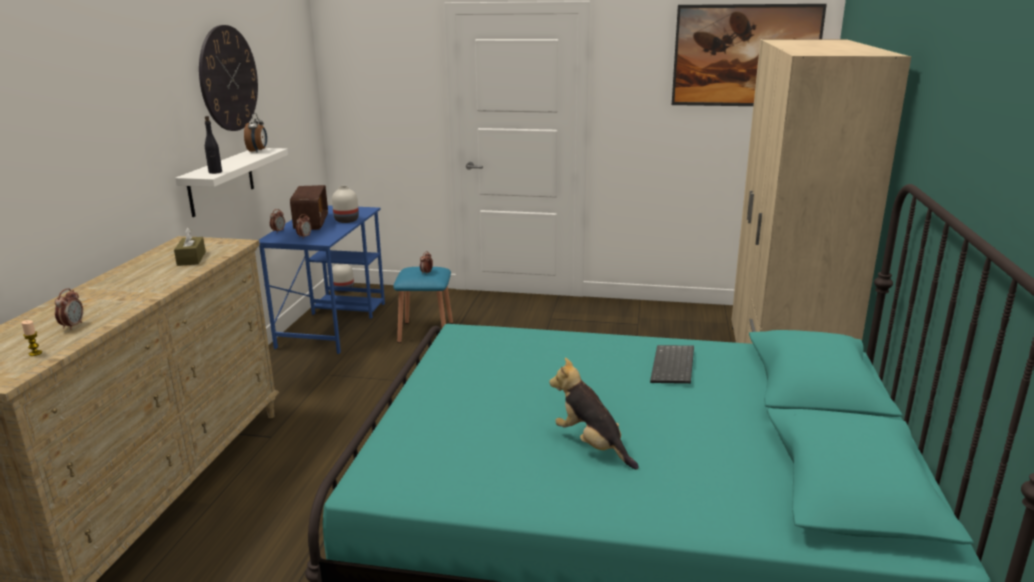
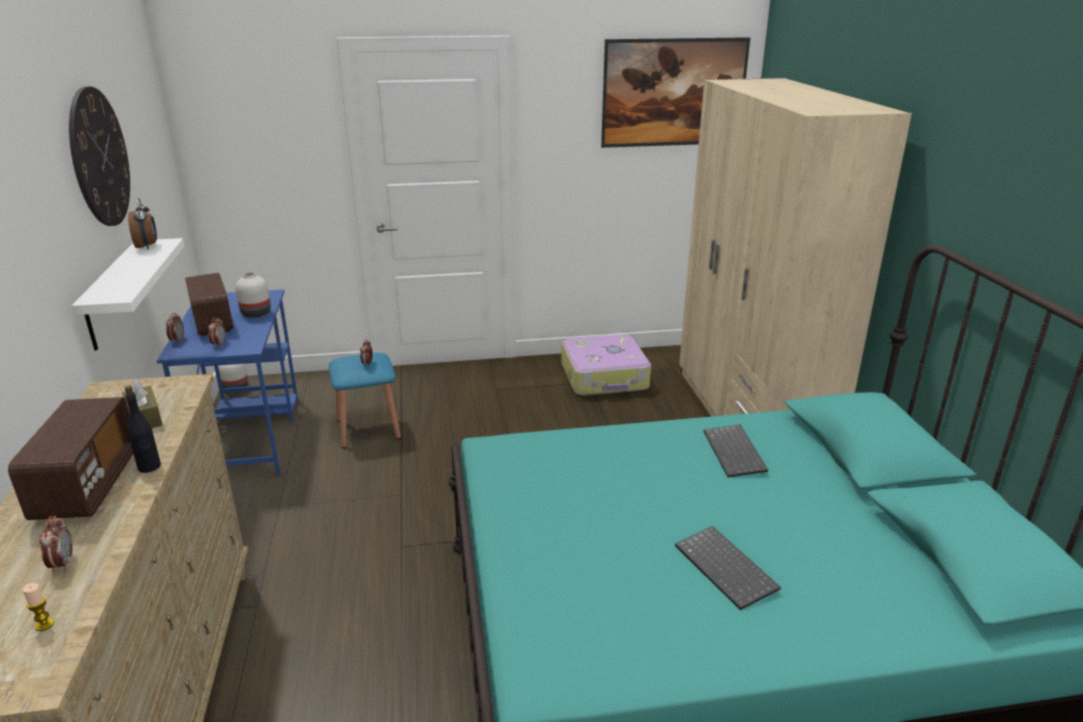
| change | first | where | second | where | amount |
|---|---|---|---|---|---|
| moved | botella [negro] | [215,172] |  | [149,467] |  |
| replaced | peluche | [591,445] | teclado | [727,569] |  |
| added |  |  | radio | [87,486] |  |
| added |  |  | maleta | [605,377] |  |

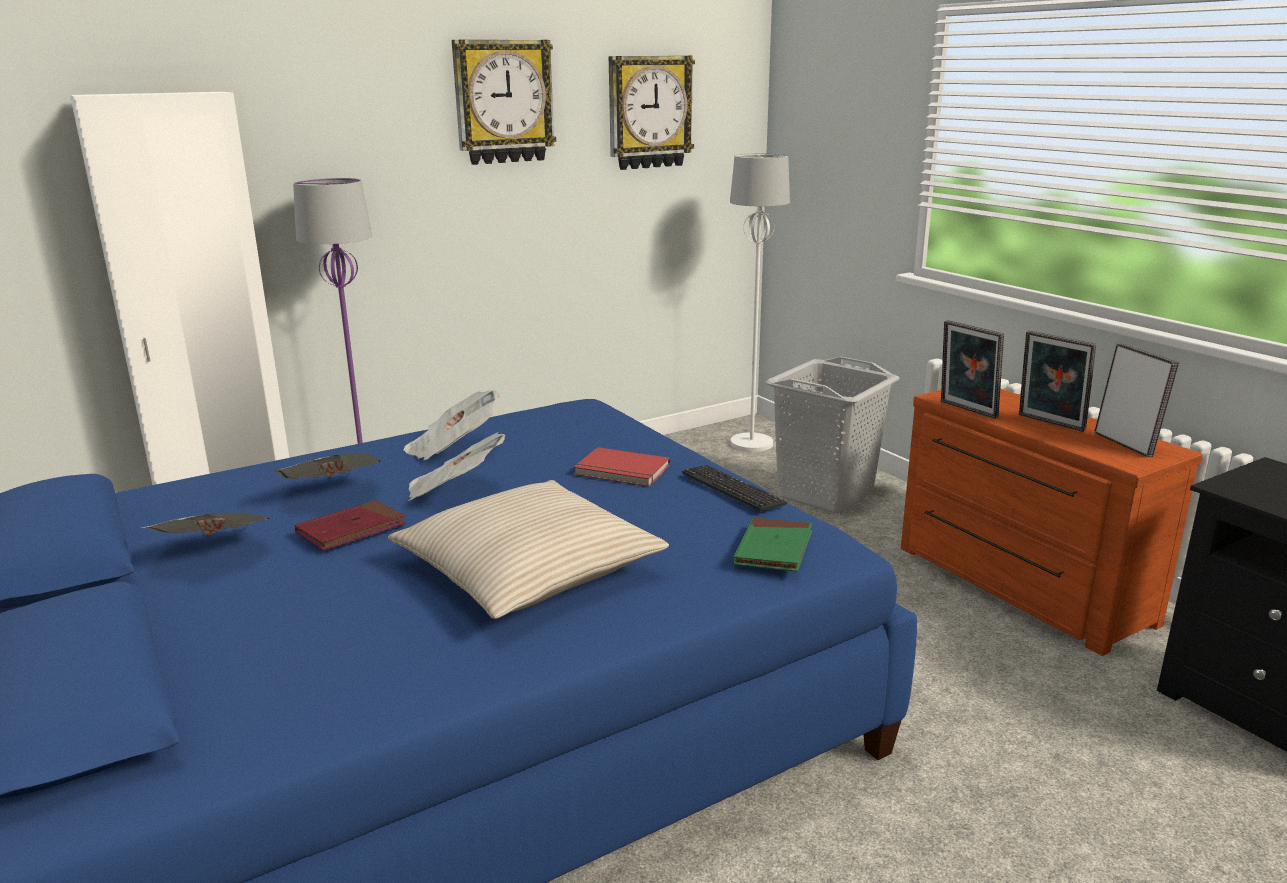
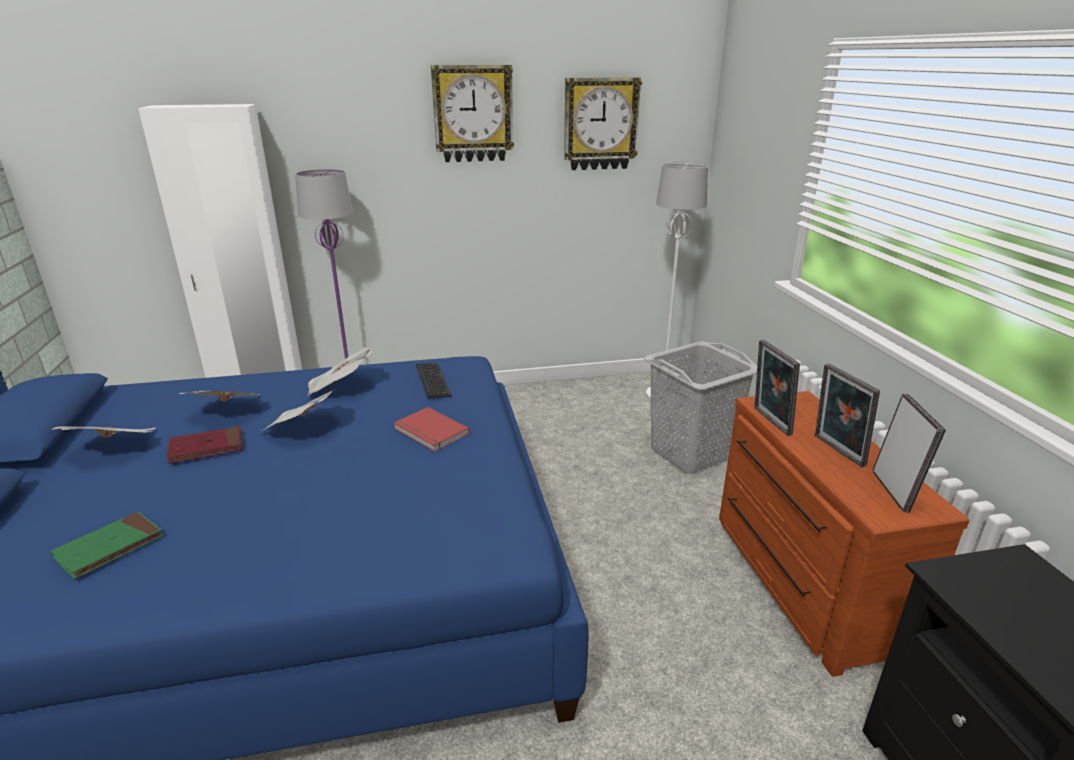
| change | first | where | second | where | amount |
|---|---|---|---|---|---|
| removed | cojín [beis] | [528,569] |  |  |  |
| moved | teclado | [732,490] |  | [433,381] |  |
| moved | libro [verde] | [773,549] |  | [110,547] |  |

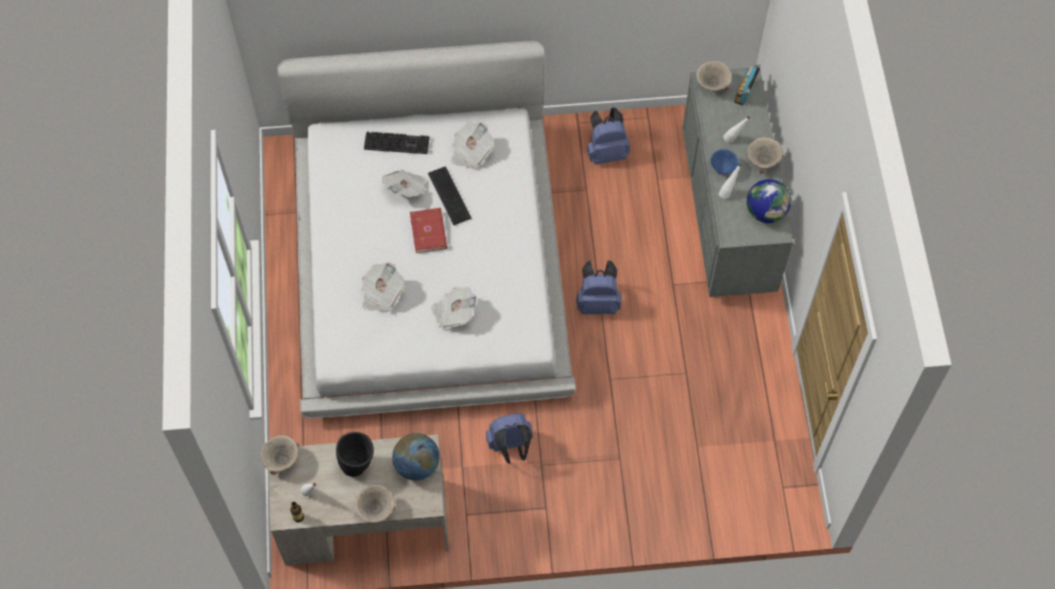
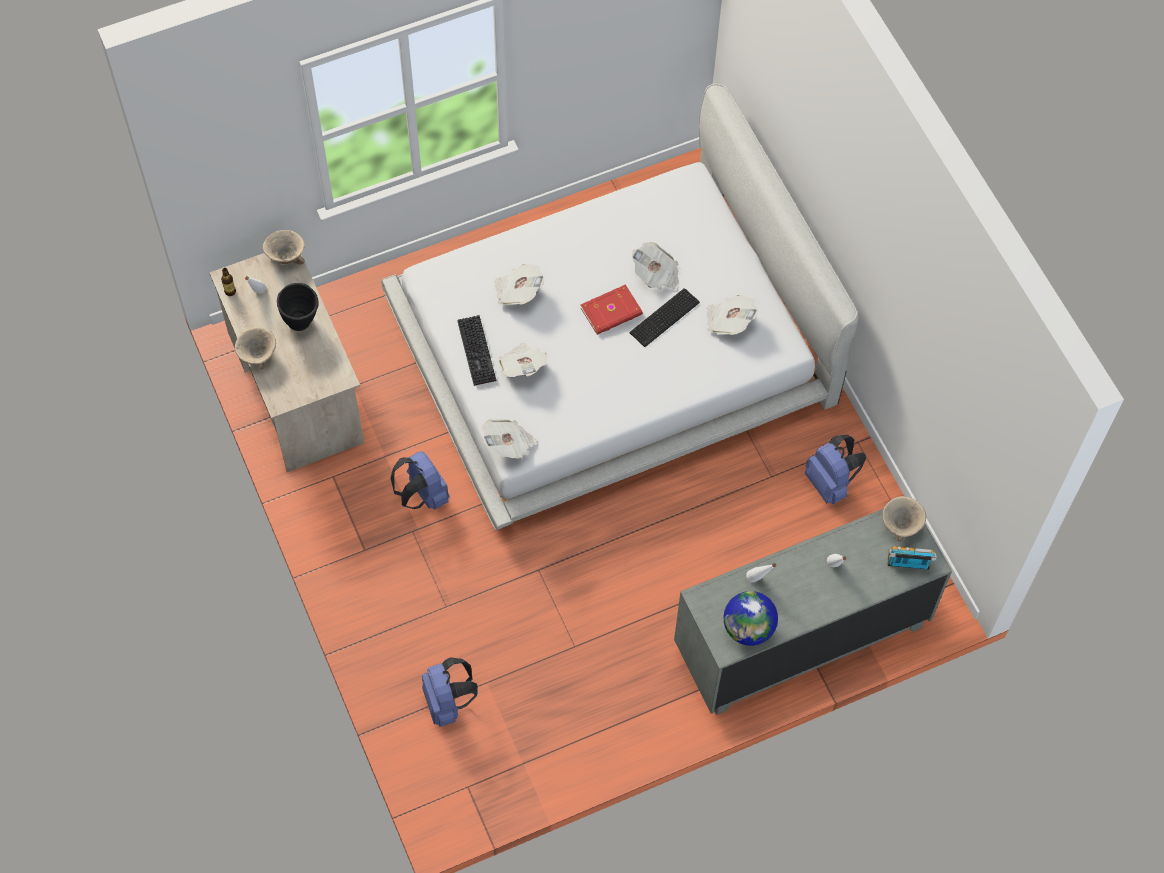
| change | first | where | second | where | amount |
|---|---|---|---|---|---|
| moved | teclado | [398,142] |  | [478,351] |  |
| removed | globo terráqueo | [417,465] |  |  |  |
| moved | mochila [azul] | [598,302] |  | [448,703] |  |
| removed | cuenco [azul] | [723,169] |  |  |  |
| removed | cuenco [beis] | [762,162] |  |  |  |
| added |  |  | periódico | [509,445] |  |

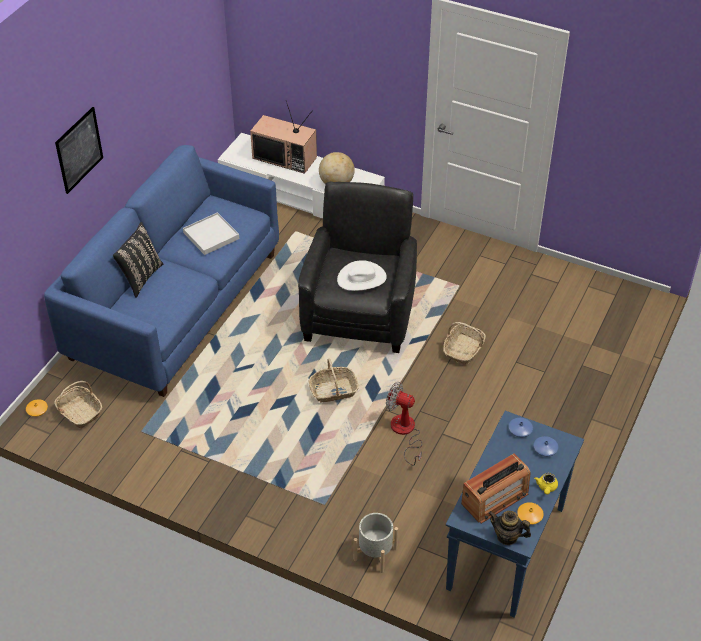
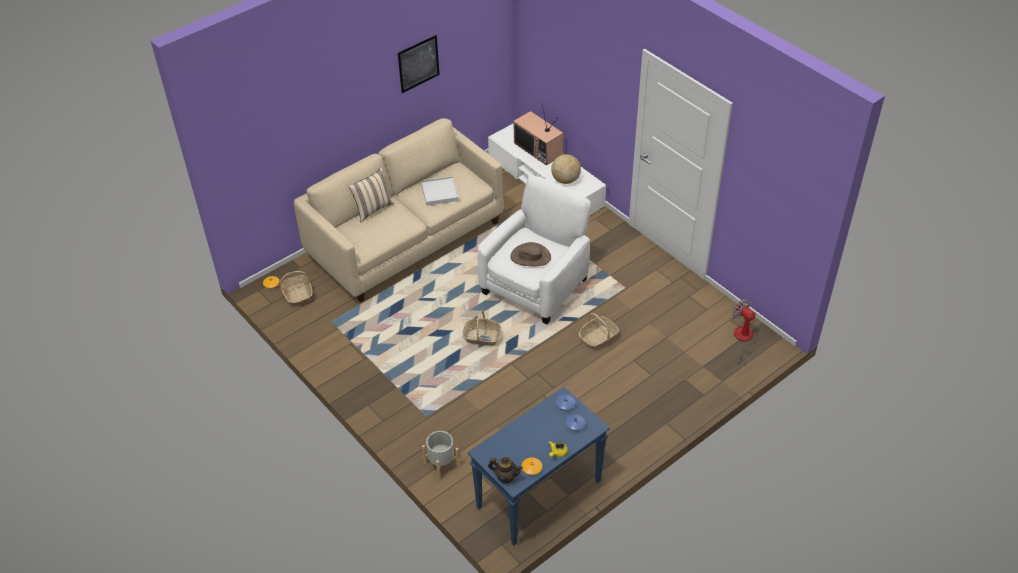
| change | first | where | second | where | amount |
|---|---|---|---|---|---|
| recoloured | sofá [azul] | [175,305] | sofá [beis] | [405,238] |  |
| moved | cuadro | [79,150] |  | [418,63] |  |
| recoloured | cojín [negro] | [140,278] | cojín [beis] | [372,209] |  |
| recoloured | sillón [negro] | [360,313] | sillón [blanco] | [536,285] |  |
| recoloured | sombrero [blanco] | [361,278] | sombrero [marrón] | [530,257] |  |
| moved | ventilador | [405,432] |  | [742,339] |  |
| removed | radio | [495,498] |  |  |  |
| turned | tetera | [507,536] |  | [505,476] | 150 degrees clockwise |

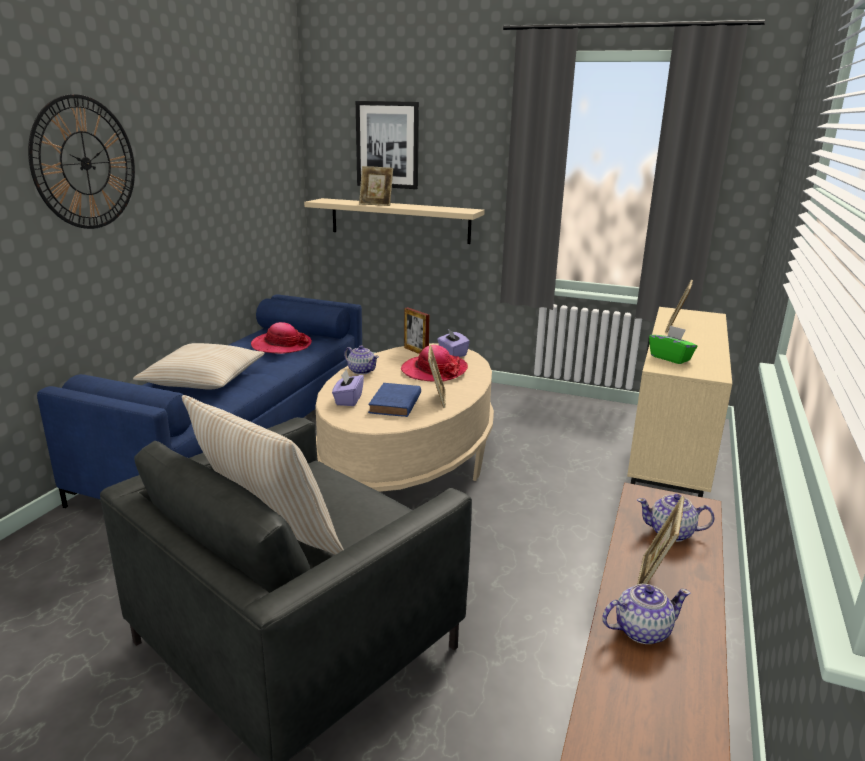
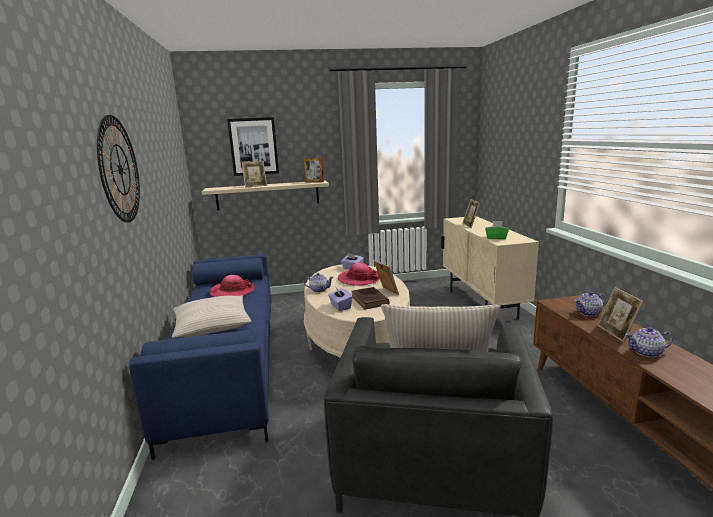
| change | first | where | second | where | amount |
|---|---|---|---|---|---|
| recoloured | libro [azul] | [395,404] | libro [marrón] | [370,301] |  |
| moved | portarretratos | [416,351] |  | [314,182] |  |
| turned | tetera | [641,630] |  | [646,353] | 135 degrees counterclockwise |

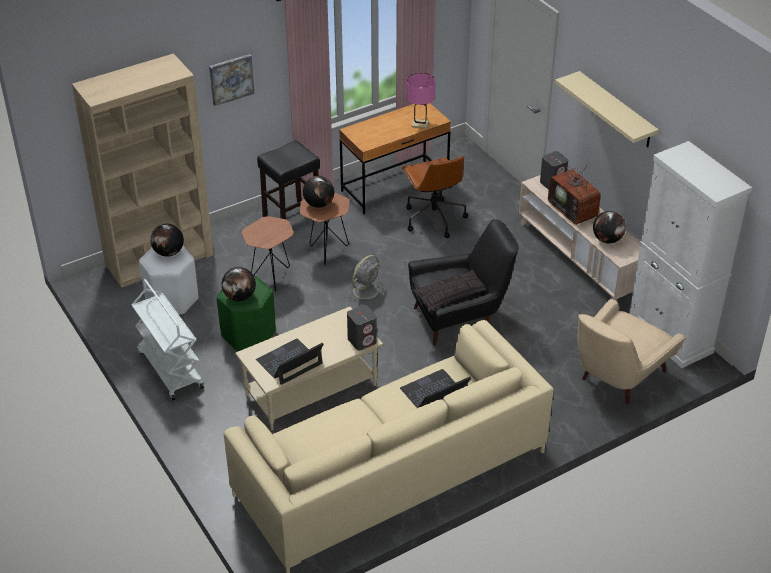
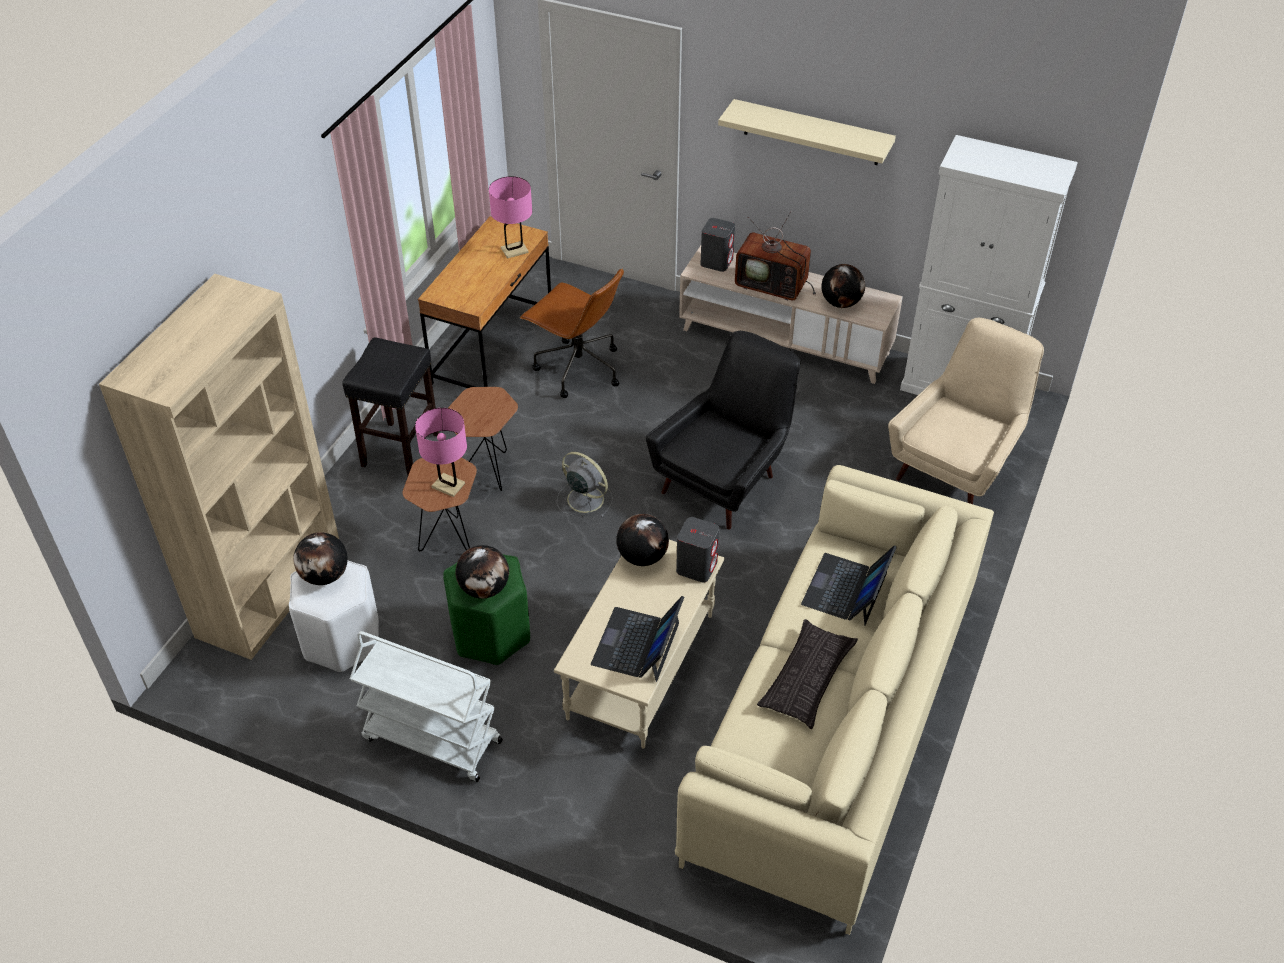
| change | first | where | second | where | amount |
|---|---|---|---|---|---|
| removed | cuadro | [231,79] |  |  |  |
| moved | globo terráqueo | [319,204] |  | [642,557] |  |
| turned | ventilador [gris] | [366,290] |  | [584,498] | 60 degrees counterclockwise |
| moved | cojín | [451,294] |  | [807,678] |  |
| turned | sillón [beis] | [617,378] |  | [957,465] | 150 degrees counterclockwise |
| added |  |  | lámpara de mesa [rosa] | [448,485] |  |

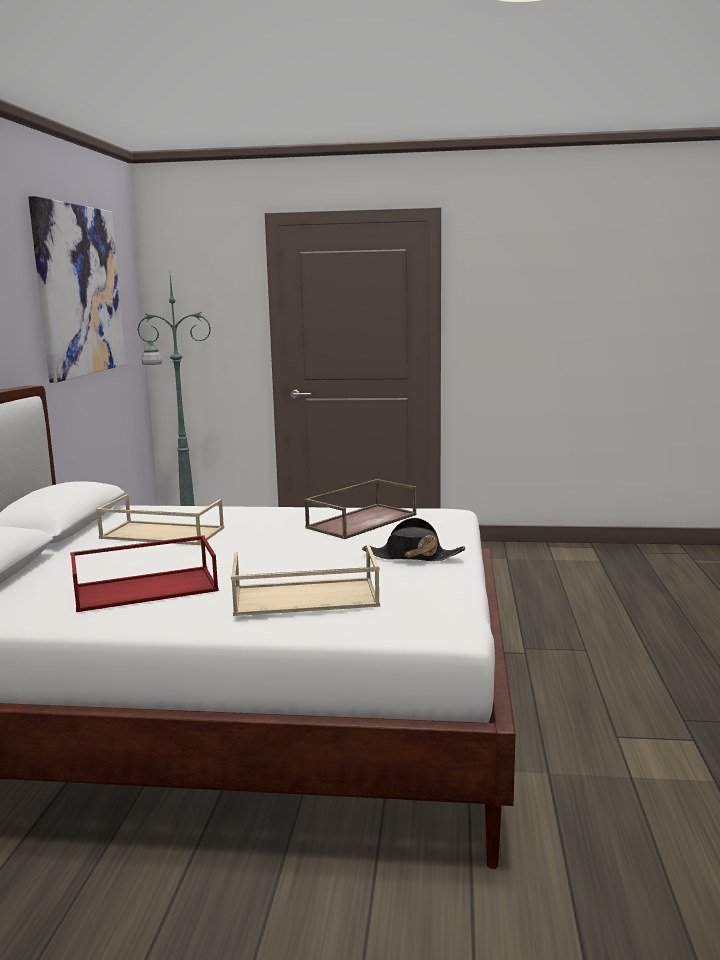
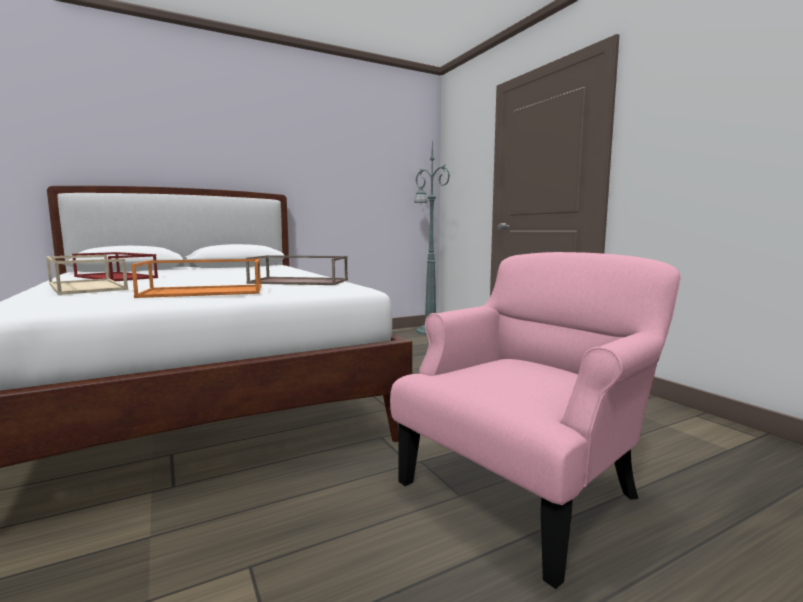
| change | first | where | second | where | amount |
|---|---|---|---|---|---|
| removed | cuadro | [79,290] |  |  |  |
| removed | bandeja [beis] | [160,533] |  |  |  |
| replaced | sombrero [negro] | [412,556] | bandeja [naranja] | [205,291] |  |
| added |  |  | sillón [rosa] | [524,489] |  |

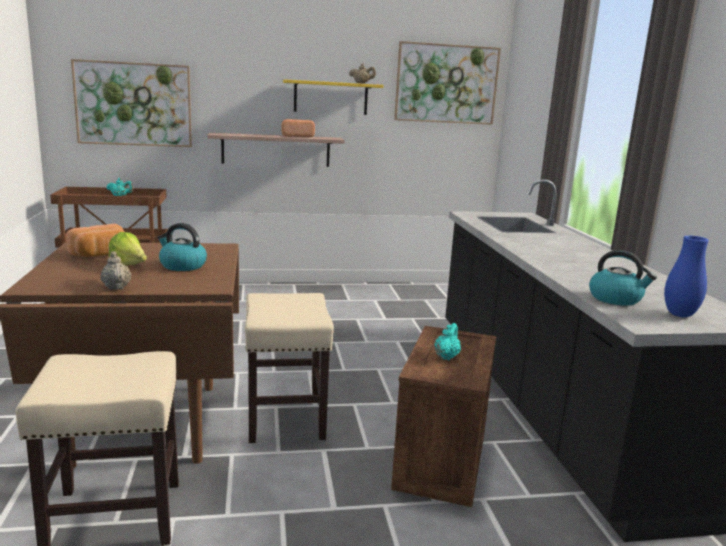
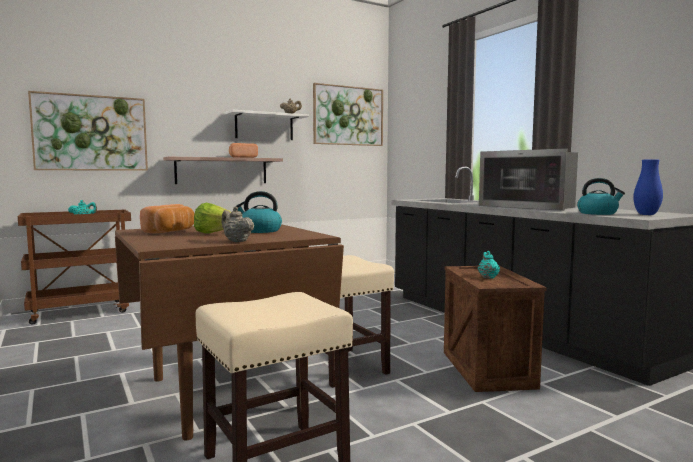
| change | first | where | second | where | amount |
|---|---|---|---|---|---|
| recoloured | estante [amarillo] | [331,97] | estante [blanco] | [264,126] |  |
| added |  |  | microondas | [530,207] |  |

